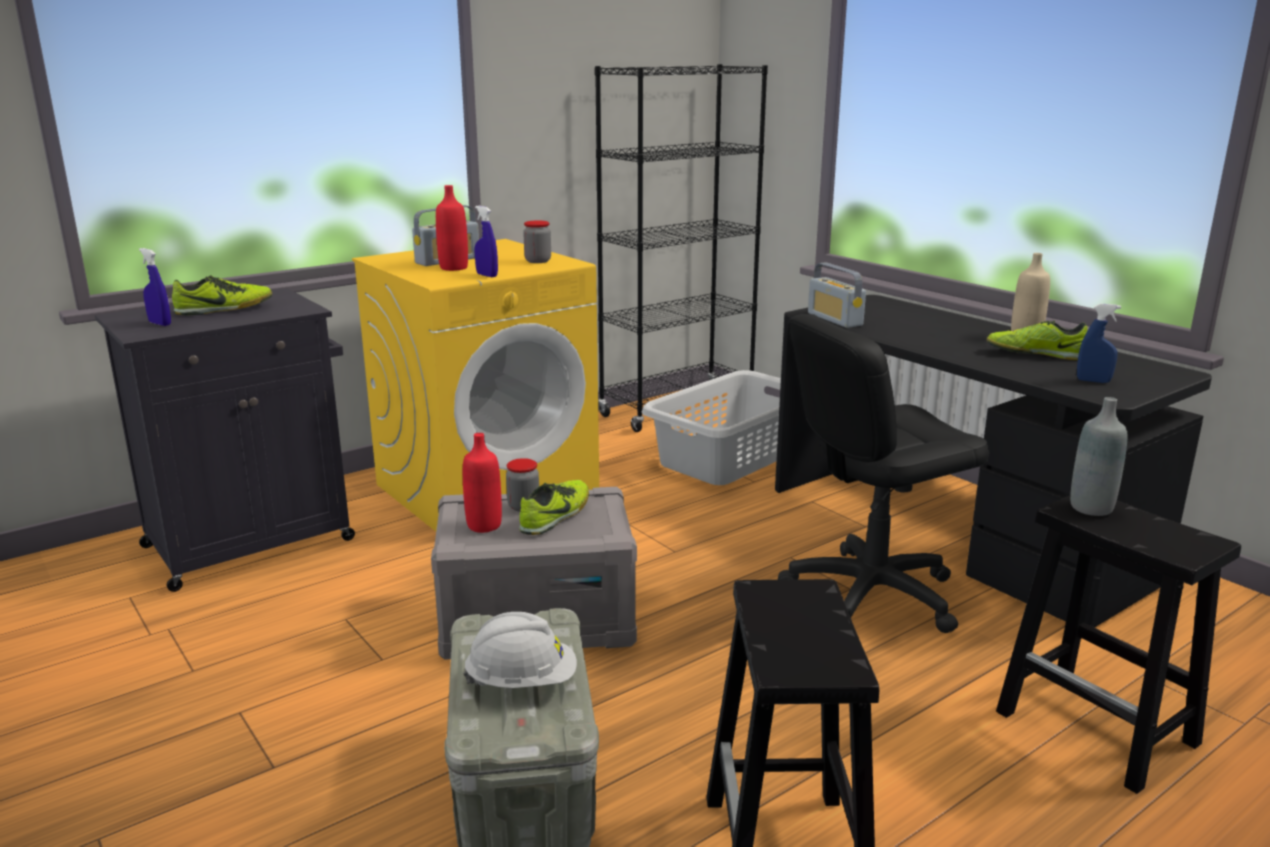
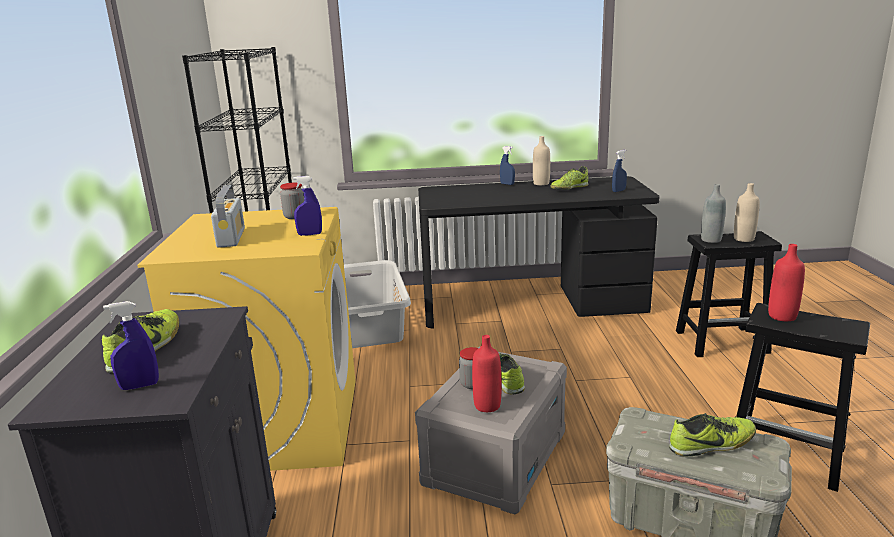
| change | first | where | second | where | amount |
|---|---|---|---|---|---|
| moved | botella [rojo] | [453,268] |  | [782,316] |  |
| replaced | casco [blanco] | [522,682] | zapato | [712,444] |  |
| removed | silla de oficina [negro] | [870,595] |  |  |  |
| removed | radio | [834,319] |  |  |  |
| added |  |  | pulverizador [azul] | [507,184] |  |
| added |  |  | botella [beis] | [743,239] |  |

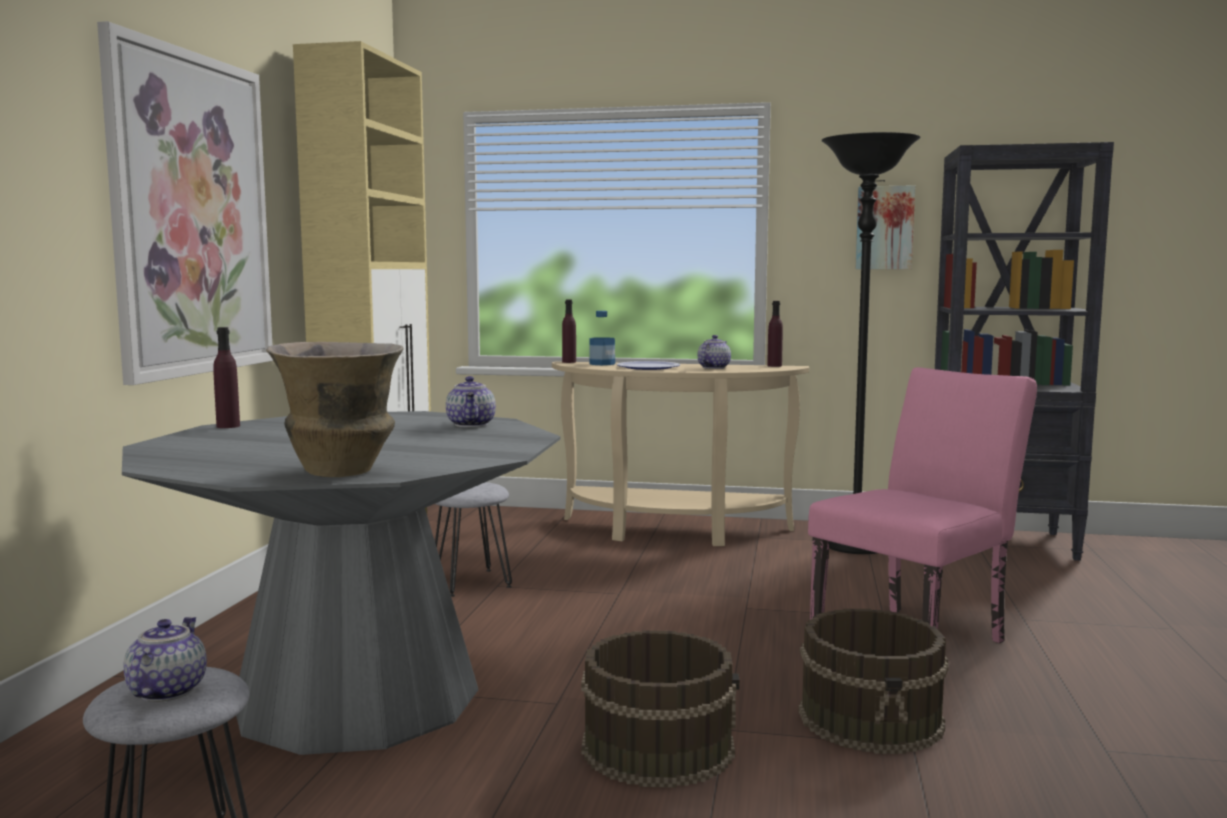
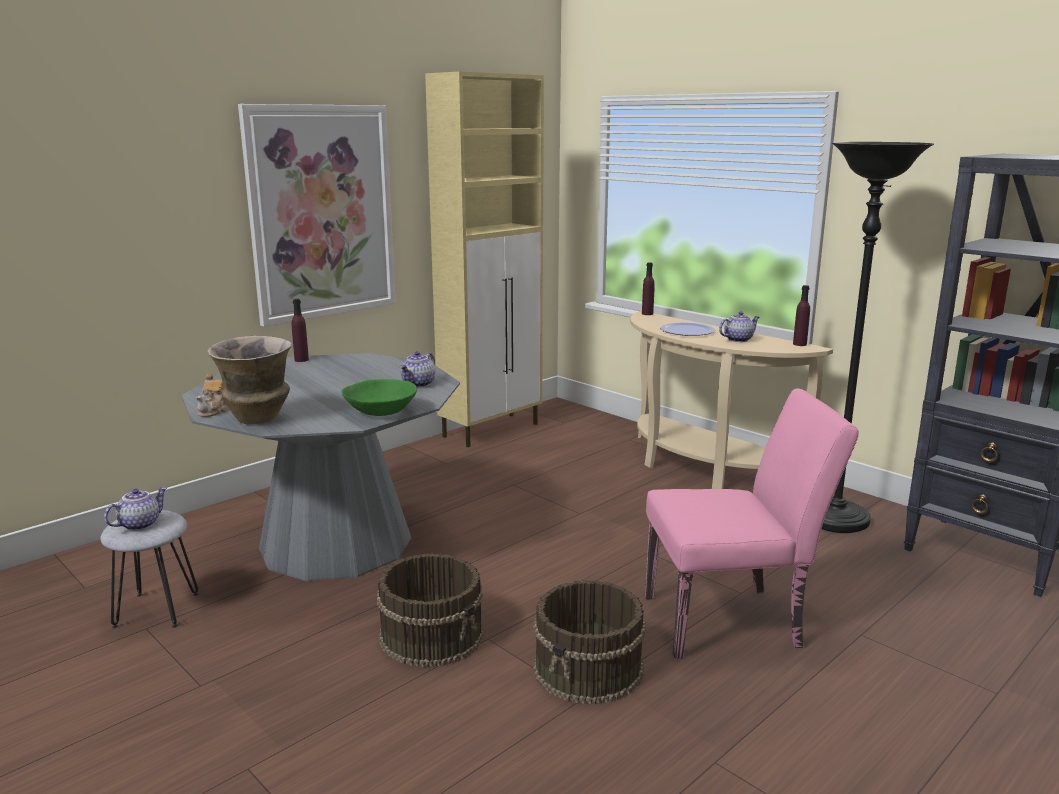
| change | first | where | second | where | amount |
|---|---|---|---|---|---|
| removed | taburete [gris] | [471,582] |  |  |  |
| removed | botella | [602,364] |  |  |  |
| removed | cuadro | [884,228] |  |  |  |
| added |  |  | tetera | [214,411] |  |
| added |  |  | cuenco [verde] | [380,412] |  |

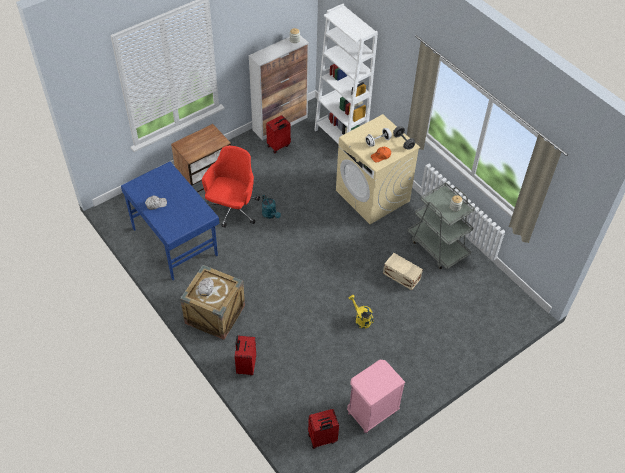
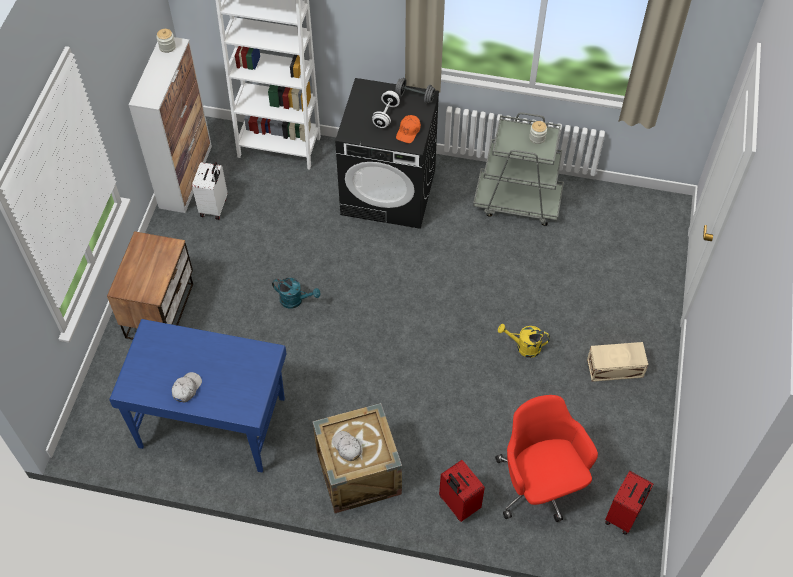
| change | first | where | second | where | amount |
|---|---|---|---|---|---|
| moved | silla de oficina [rojo] | [232,210] |  | [540,485] |  |
| recoloured | maleta [rojo] | [278,146] | maleta [blanco] | [214,207] |  |
| recoloured | lavadora [beis] | [373,196] | lavadora [negro] | [389,192] |  |
| removed | mesita de noche [rosa] | [371,413] |  |  |  |
| moved | caja de almacenaje [beis] | [401,277] |  | [616,368] |  |

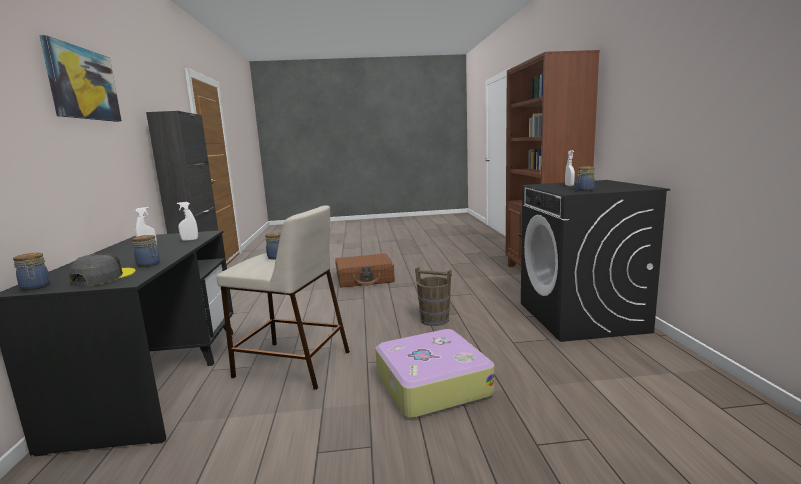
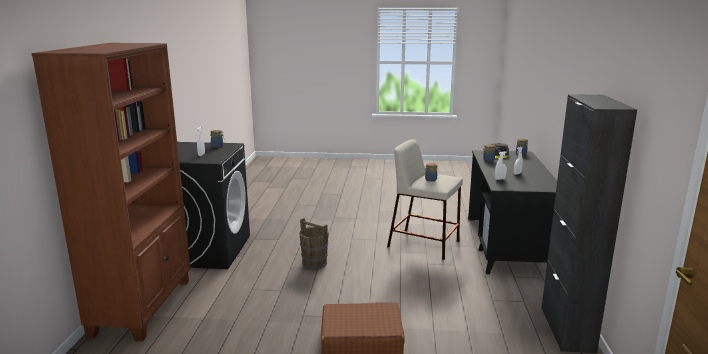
| change | first | where | second | where | amount |
|---|---|---|---|---|---|
| removed | cuadro | [83,84] |  |  |  |
| removed | maleta | [431,384] |  |  |  |

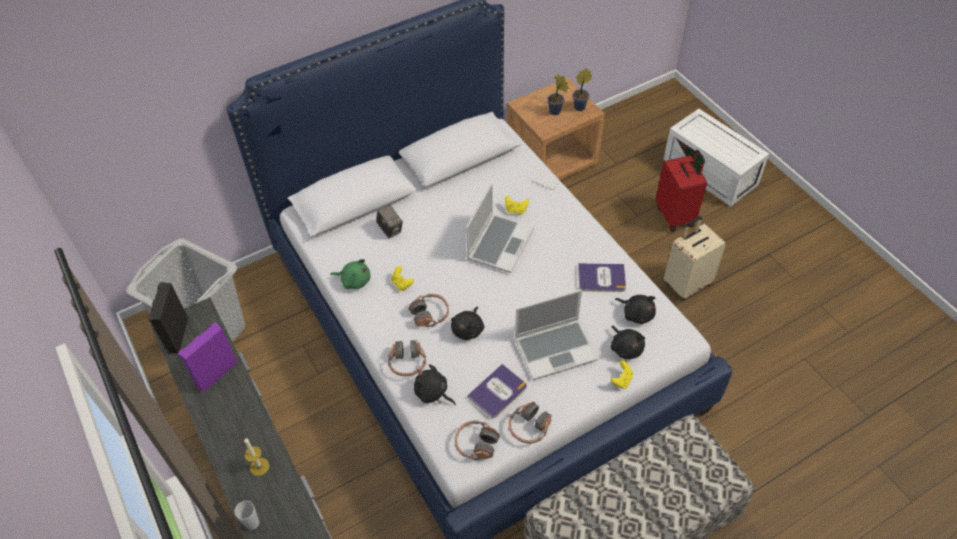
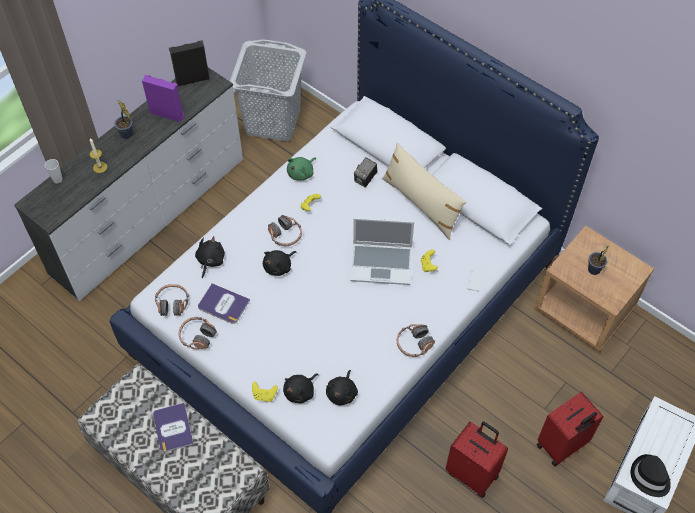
| change | first | where | second | where | amount |
|---|---|---|---|---|---|
| turned | peluche [verde] | [354,280] |  | [302,173] | 45 degrees clockwise |
| moved | auriculares | [407,362] |  | [414,344] |  |
| turned | peluche [negro] | [468,329] |  | [279,267] | 45 degrees counterclockwise |
| removed | portátil | [556,349] |  |  |  |
| moved | planta en maceta | [581,107] |  | [127,135] |  |
| moved | libro | [601,278] |  | [173,428] |  |
| recoloured | maleta [beis] | [686,283] | maleta [rojo] | [473,473] |  |
| added |  |  | cojín [beis] | [421,204] |  |
| added |  |  | sombrero [negro] | [649,477] |  |

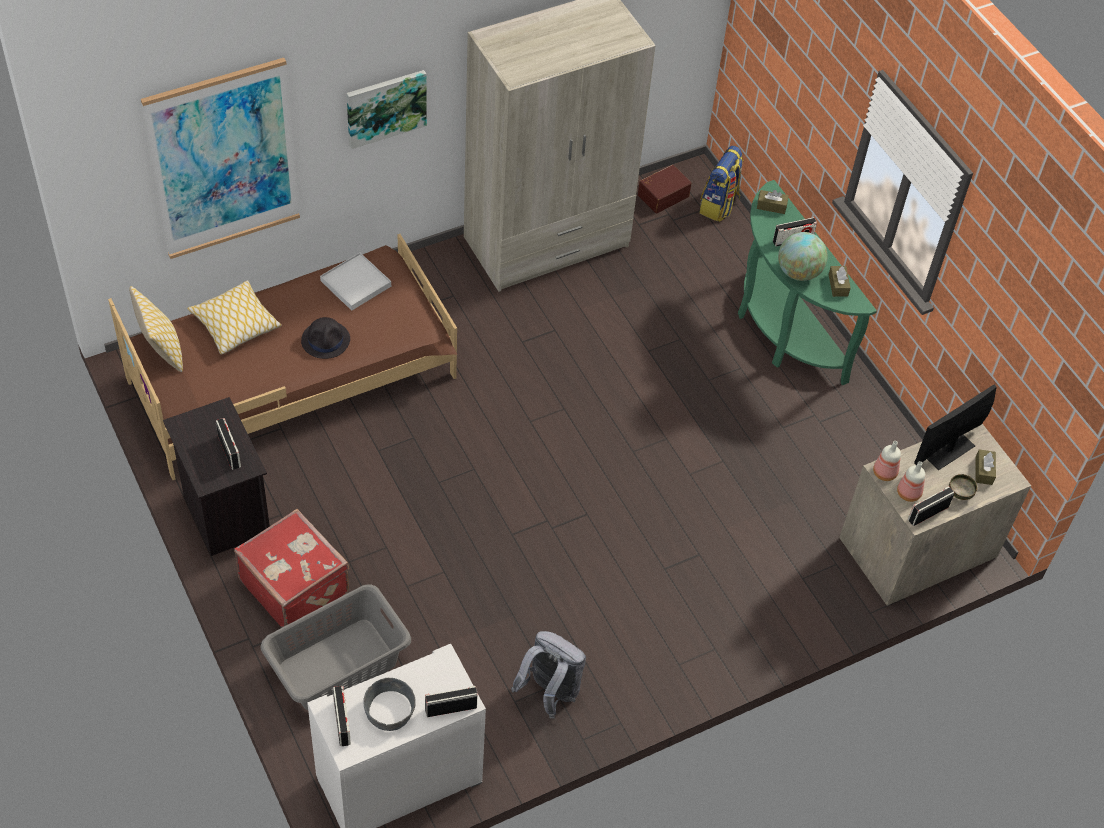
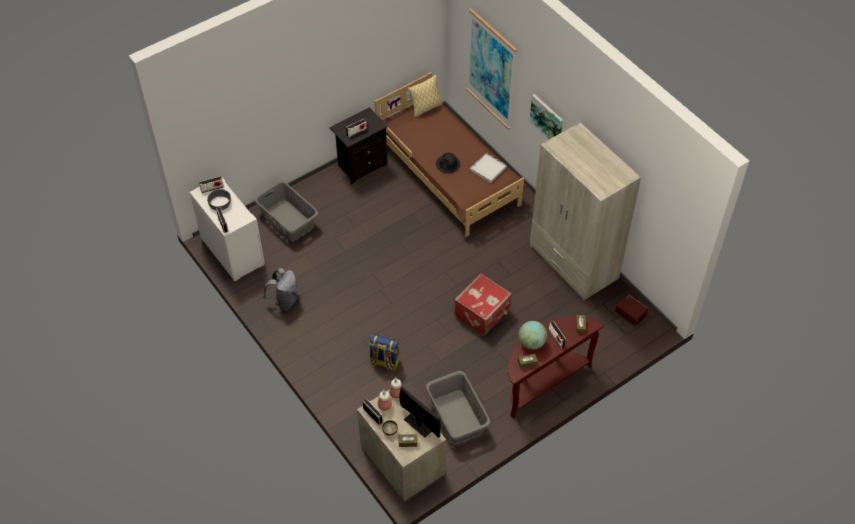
| change | first | where | second | where | amount |
|---|---|---|---|---|---|
| removed | cojín | [235,324] |  |  |  |
| moved | maleta [rojo] | [295,586] |  | [483,314] |  |
| moved | mochila | [719,205] |  | [384,362] |  |
| recoloured | mesa consola [verde] | [782,330] | mesa consola [marrón] | [543,382] |  |
| added |  |  | cesto de la ropa [gris] | [456,417] |  |

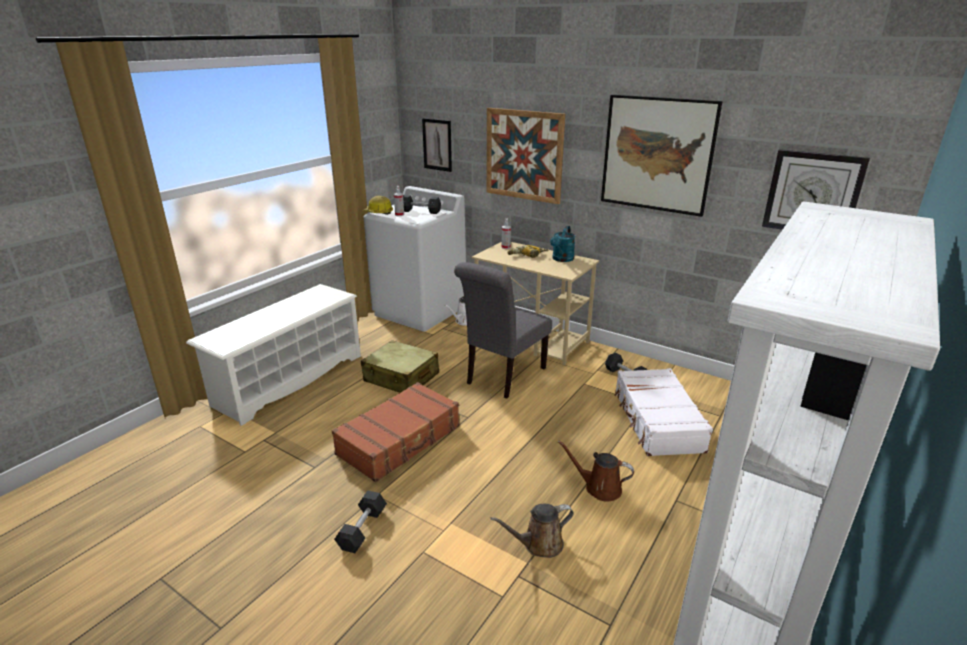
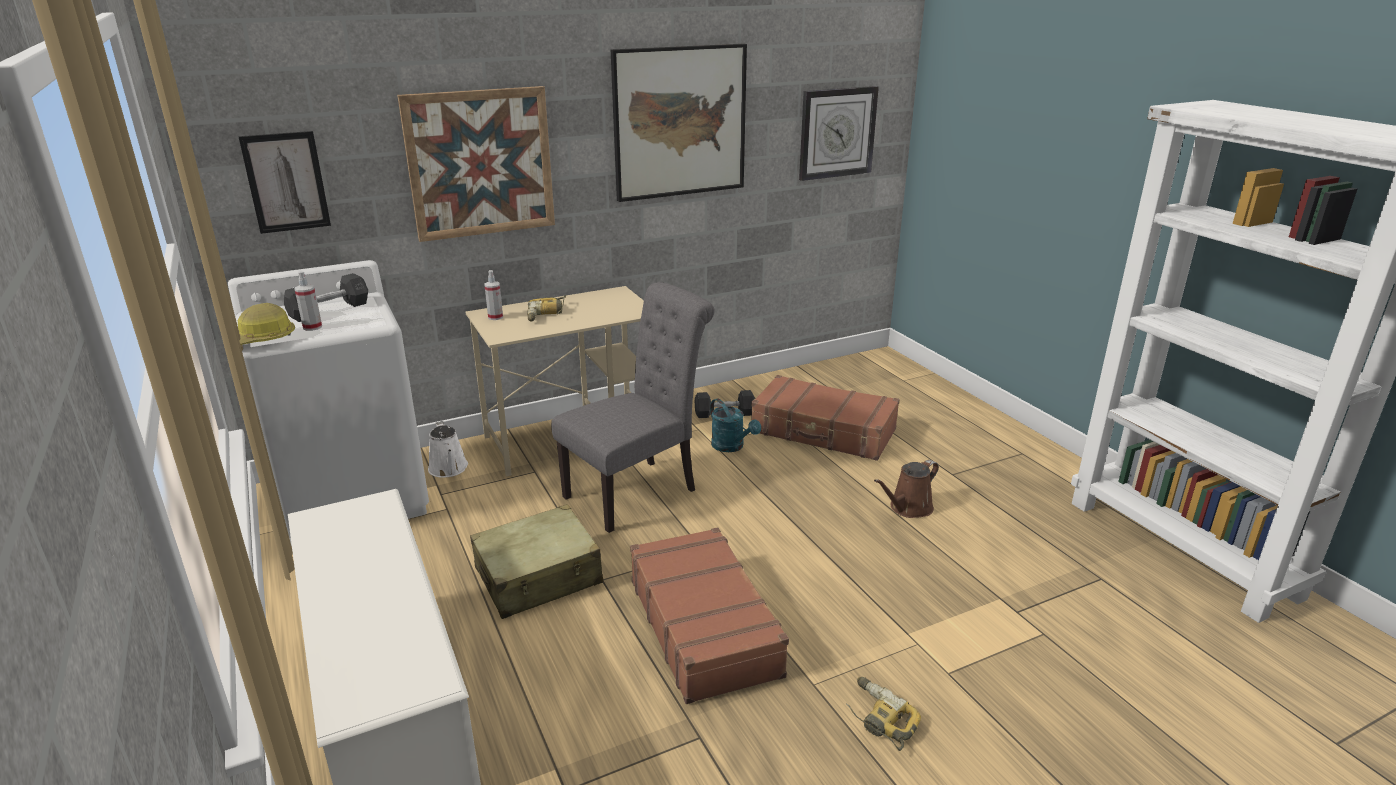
| change | first | where | second | where | amount |
|---|---|---|---|---|---|
| replaced | mancuerna [gris] | [362,529] | taladro | [878,718] |  |
| turned | silla [gris] | [503,377] |  | [637,491] | 105 degrees counterclockwise |
| removed | regadera [marrón] | [539,544] |  |  |  |
| moved | regadera [turquesa] | [561,259] |  | [731,447] |  |
| recoloured | maleta [blanco] | [657,421] | maleta [marrón] | [823,431] |  |

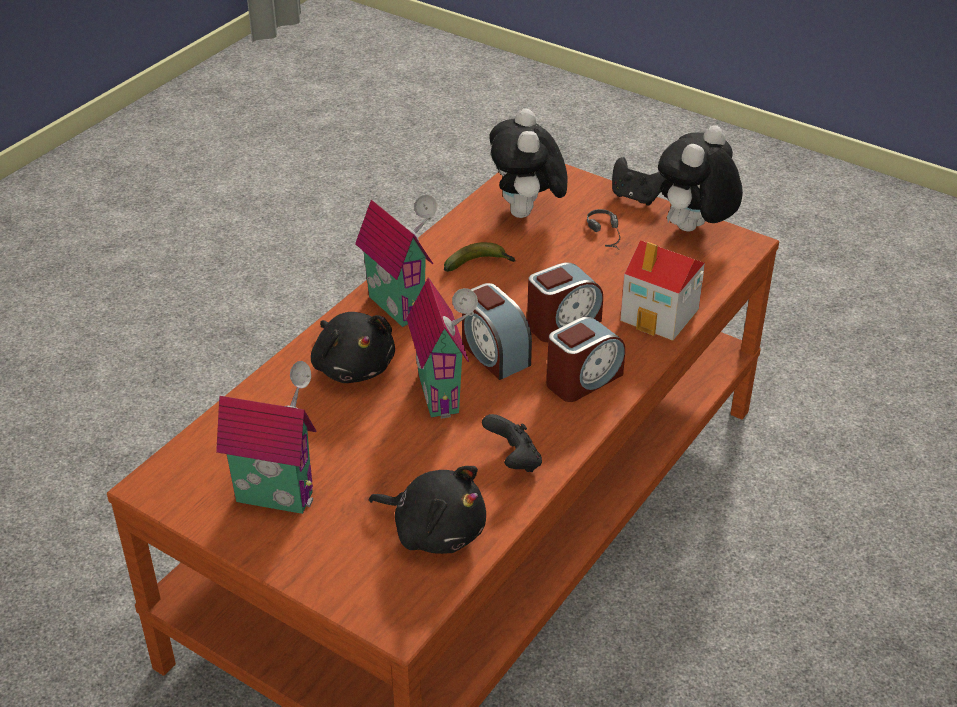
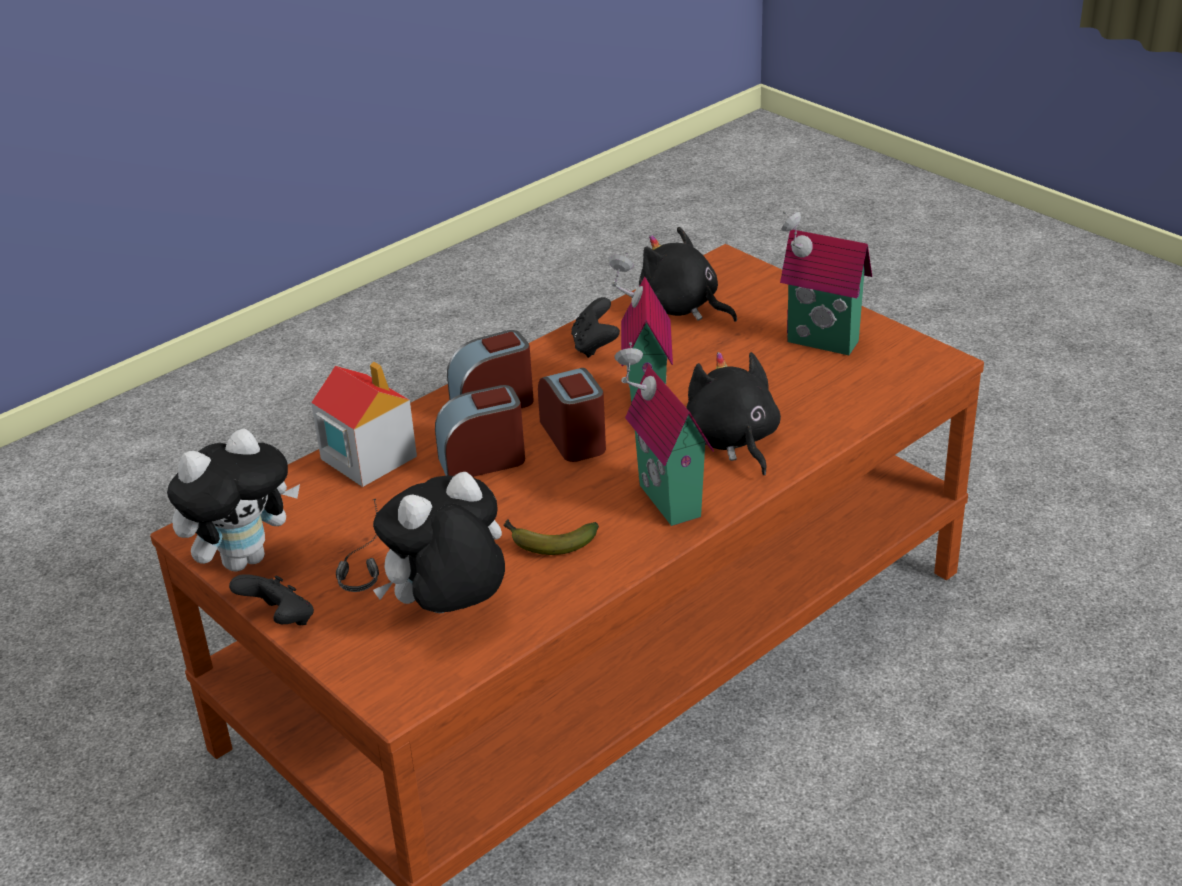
| change | first | where | second | where | amount |
|---|---|---|---|---|---|
| turned | peluche | [527,213] |  | [449,612] | 135 degrees counterclockwise |

